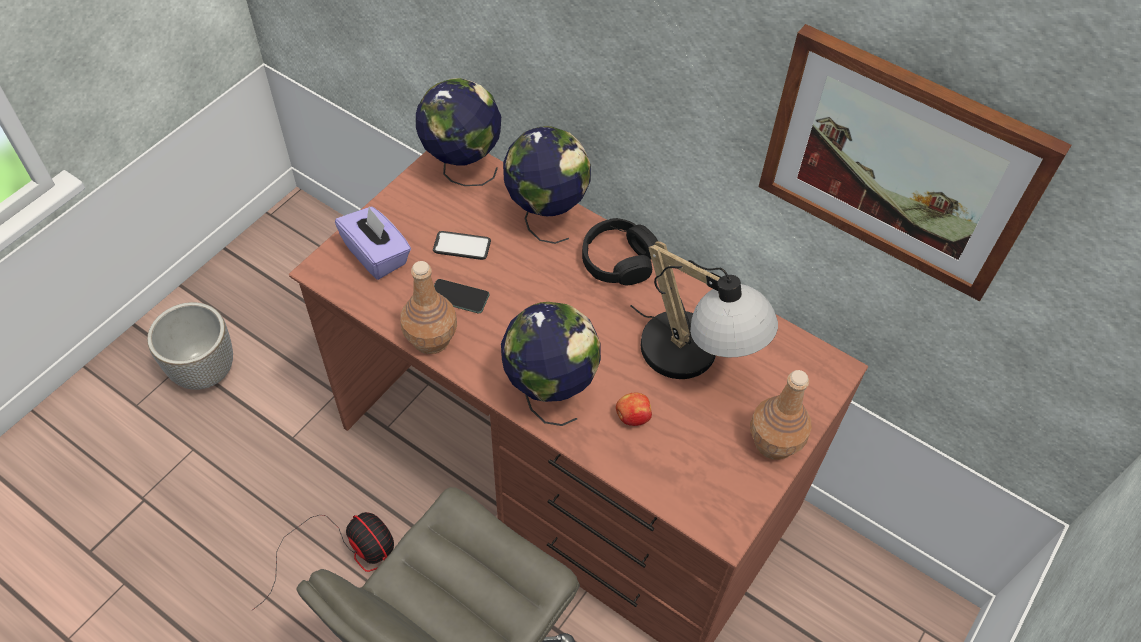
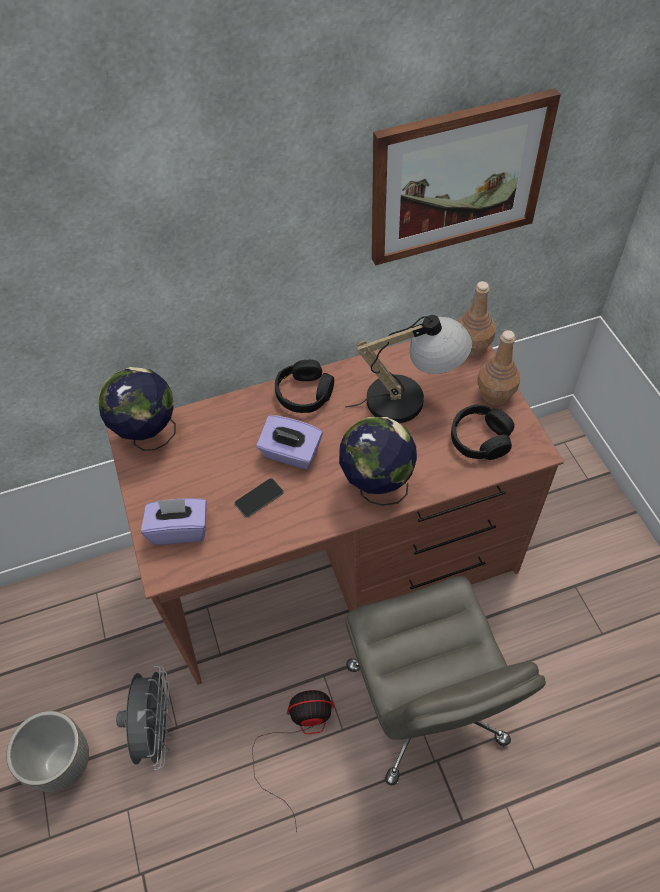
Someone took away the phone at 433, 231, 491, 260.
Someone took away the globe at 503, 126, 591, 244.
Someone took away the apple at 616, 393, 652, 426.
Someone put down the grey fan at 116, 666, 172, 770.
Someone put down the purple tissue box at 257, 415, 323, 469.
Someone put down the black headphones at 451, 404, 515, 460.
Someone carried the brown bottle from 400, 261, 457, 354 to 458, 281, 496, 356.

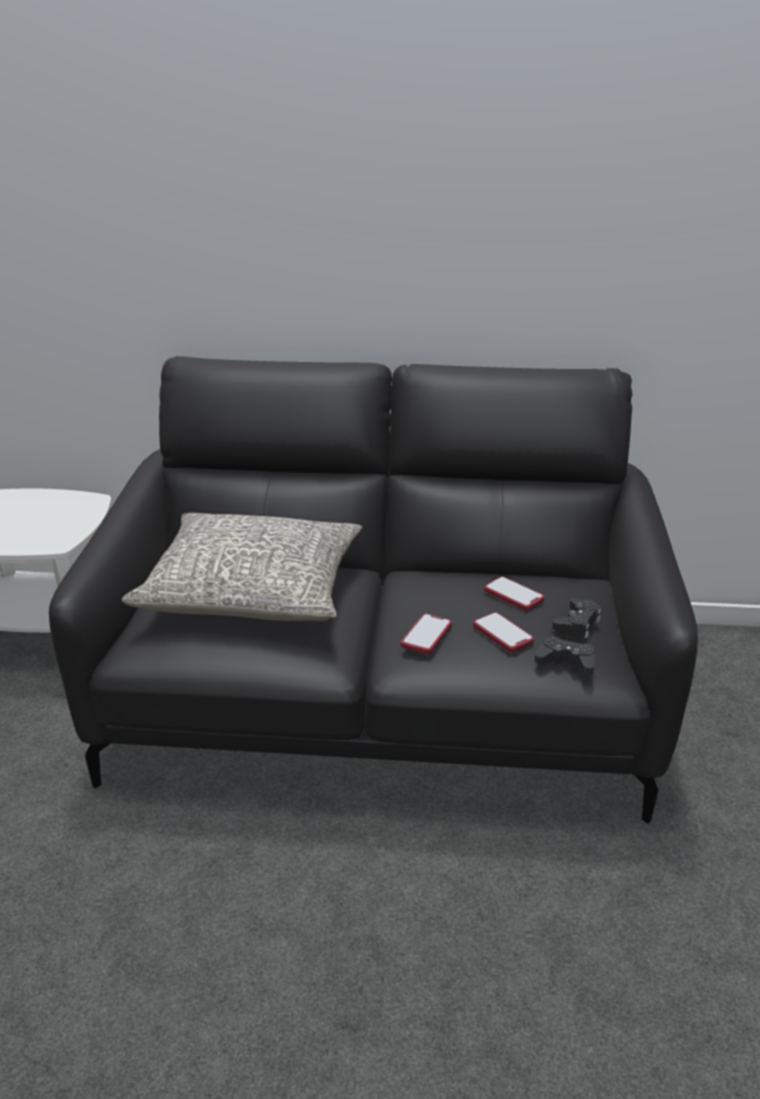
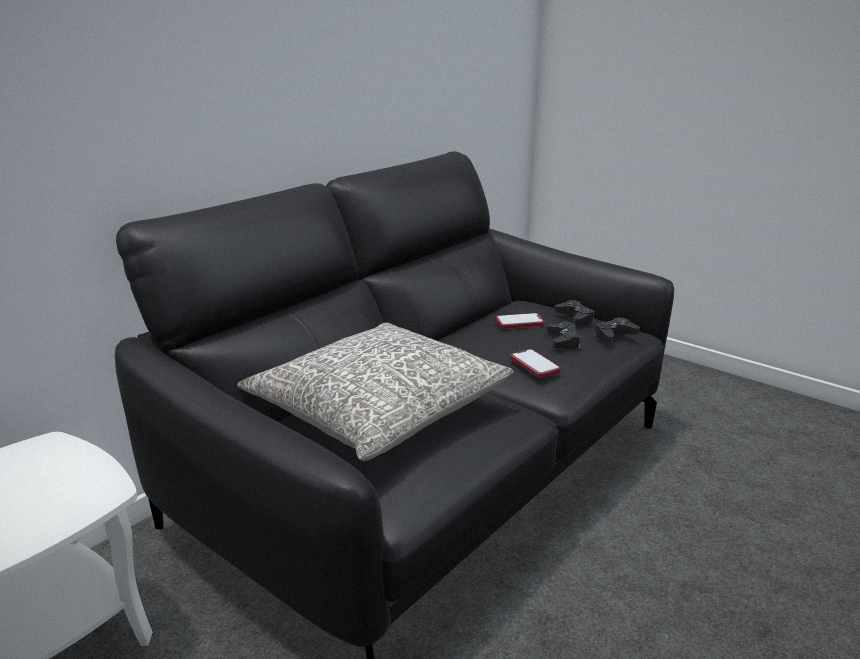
Someone swapped the phone at 473, 612, 534, 653 for the black game controller at 547, 322, 581, 349.

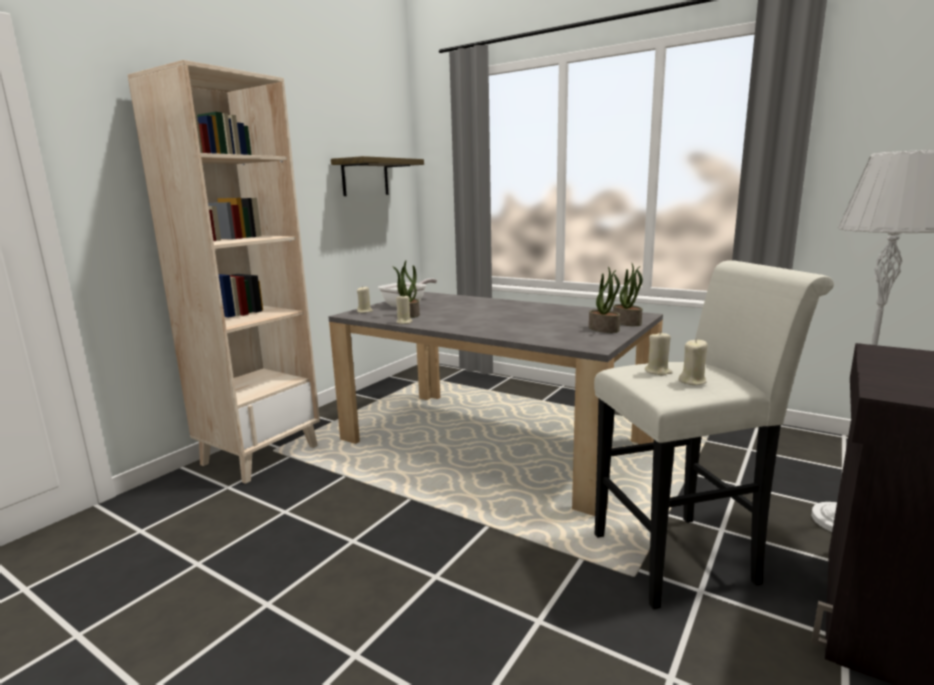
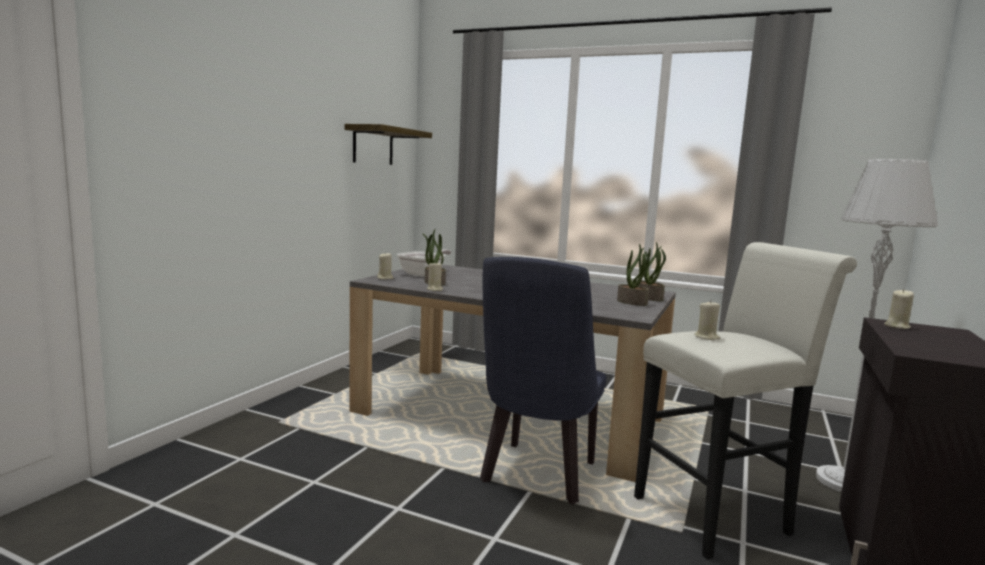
Someone took away the beige bookcase at 127, 60, 320, 484.
Someone put down the blue chair at 480, 257, 606, 504.
Someone carried the beige candle from 678, 339, 708, 385 to 884, 289, 914, 329.

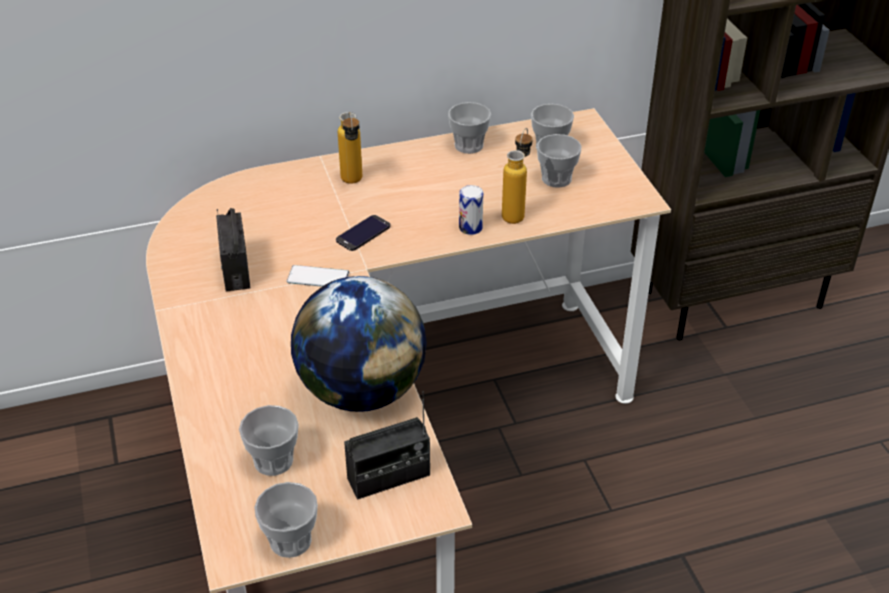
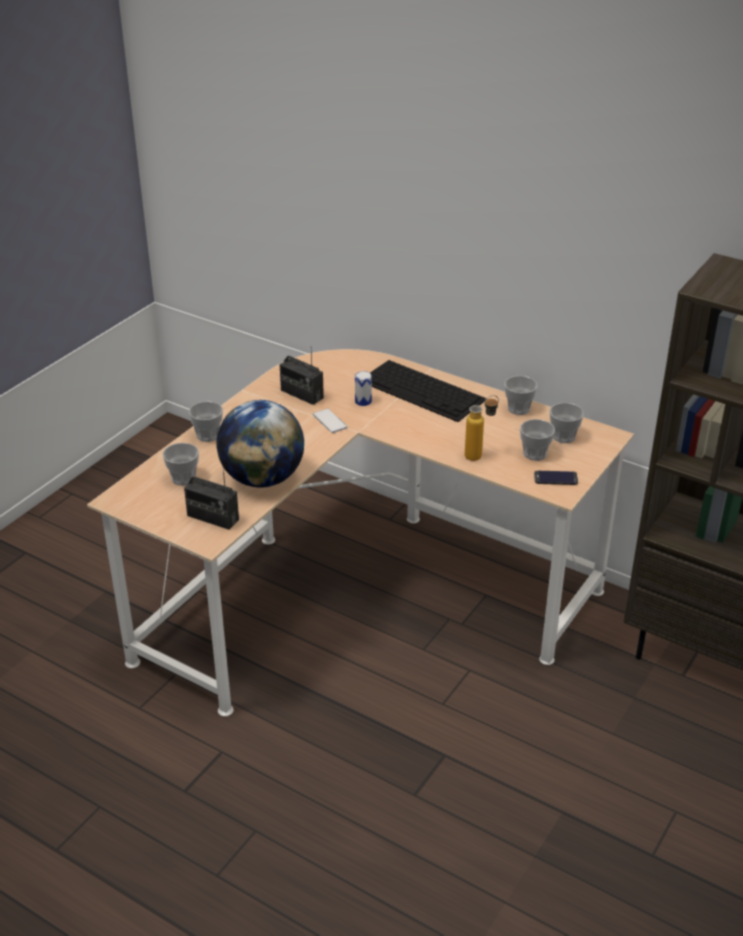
Someone carried the cup from 254, 482, 318, 558 to 189, 401, 223, 442.
Someone carried the phone from 336, 215, 391, 251 to 534, 471, 578, 485.
Someone carried the can from 459, 185, 483, 235 to 355, 371, 372, 406.
Someone swapped the bottle at 338, 112, 362, 184 for the keyboard at 370, 360, 486, 422.
Someone rotated the radio at 216, 208, 251, 291 by 90 degrees counterclockwise.

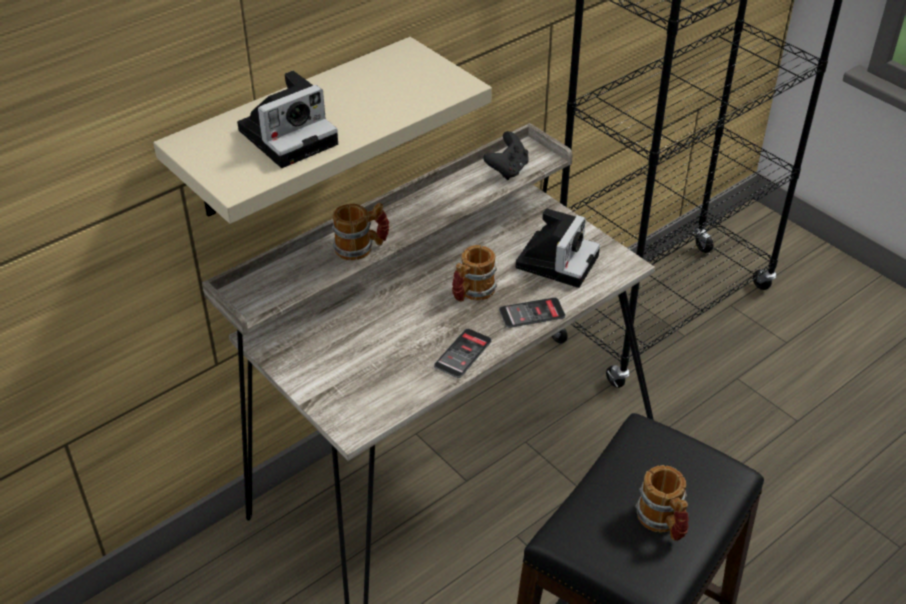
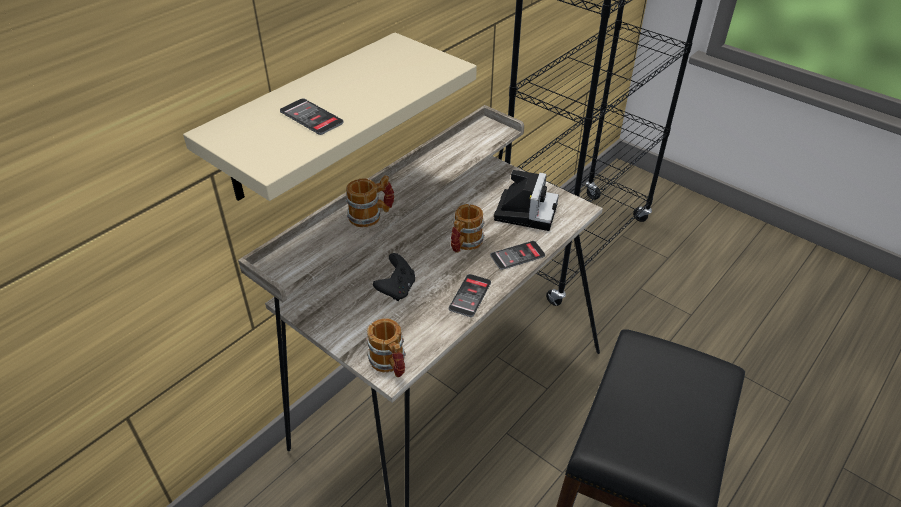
Someone carried the black game controller from 483, 131, 529, 180 to 373, 253, 415, 301.
Someone carried the mug from 635, 465, 689, 541 to 366, 318, 406, 377.
Someone swapped the photo camera at 237, 71, 338, 168 for the phone at 280, 99, 344, 135.

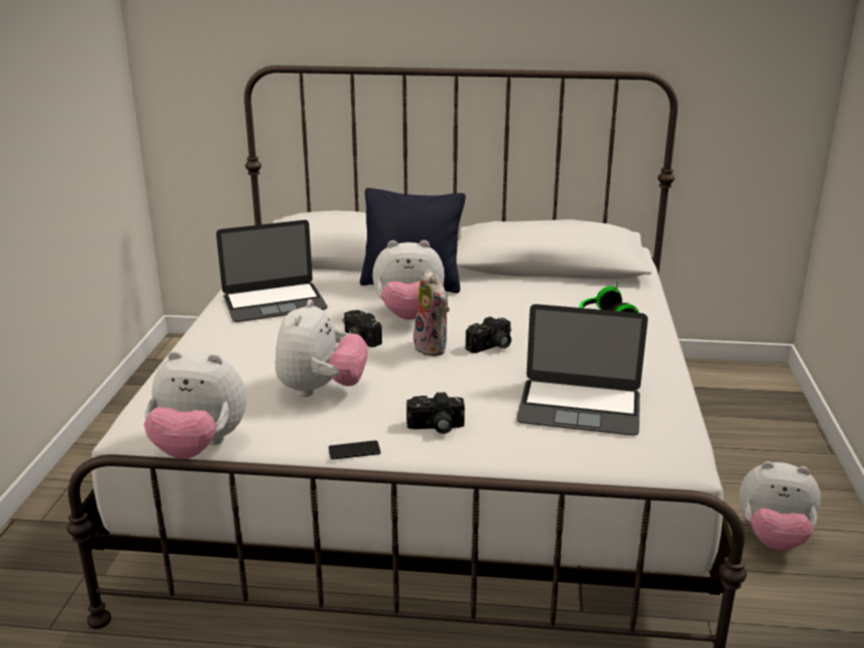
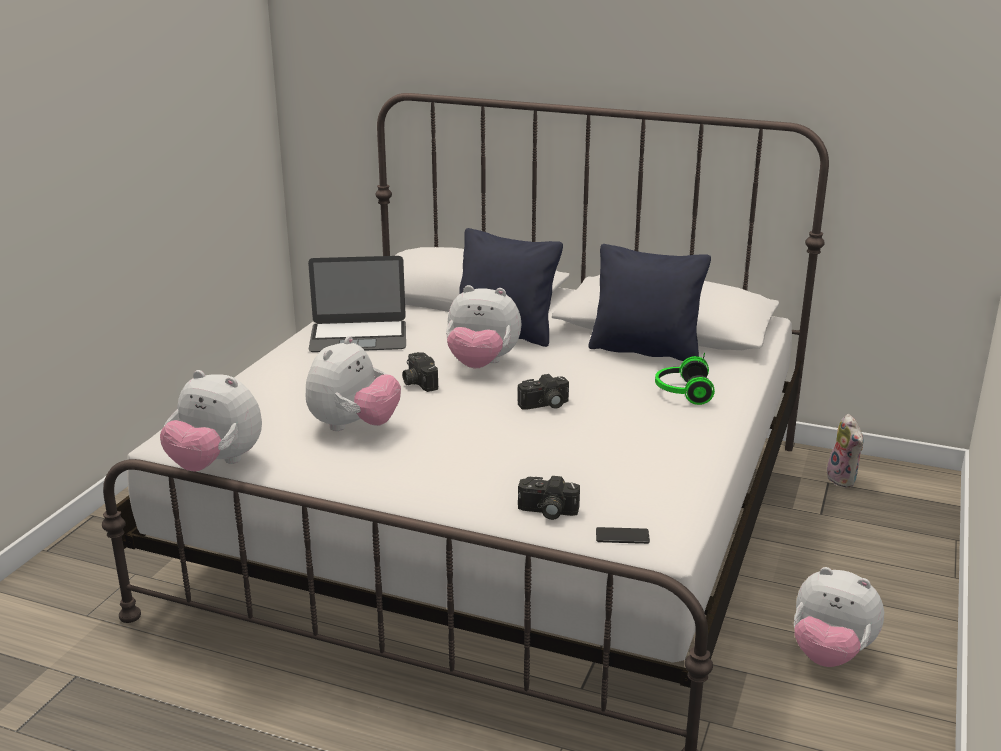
Someone took away the laptop at 516, 304, 648, 436.
Someone put down the black pillow at 588, 244, 711, 361.
Someone carried the phone from 328, 440, 381, 460 to 596, 527, 650, 544.
Someone carried the photo camera from 406, 392, 465, 434 to 518, 476, 580, 520.
Someone carried the plush toy from 413, 269, 450, 356 to 827, 414, 864, 488.

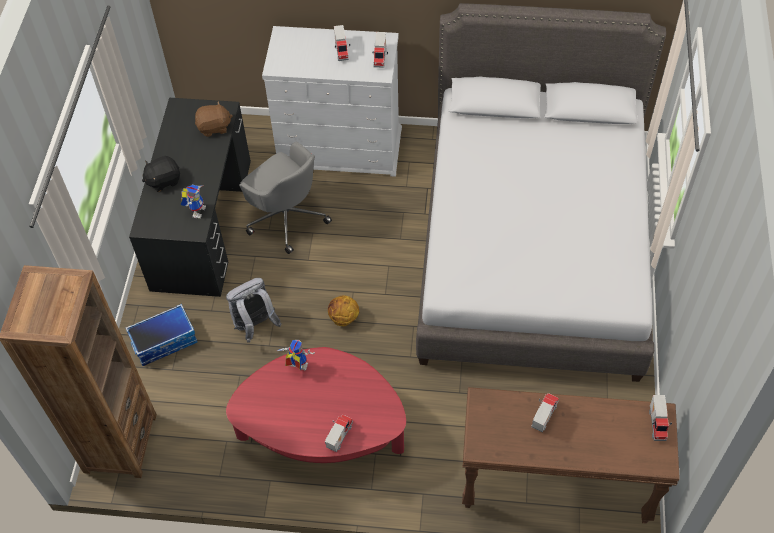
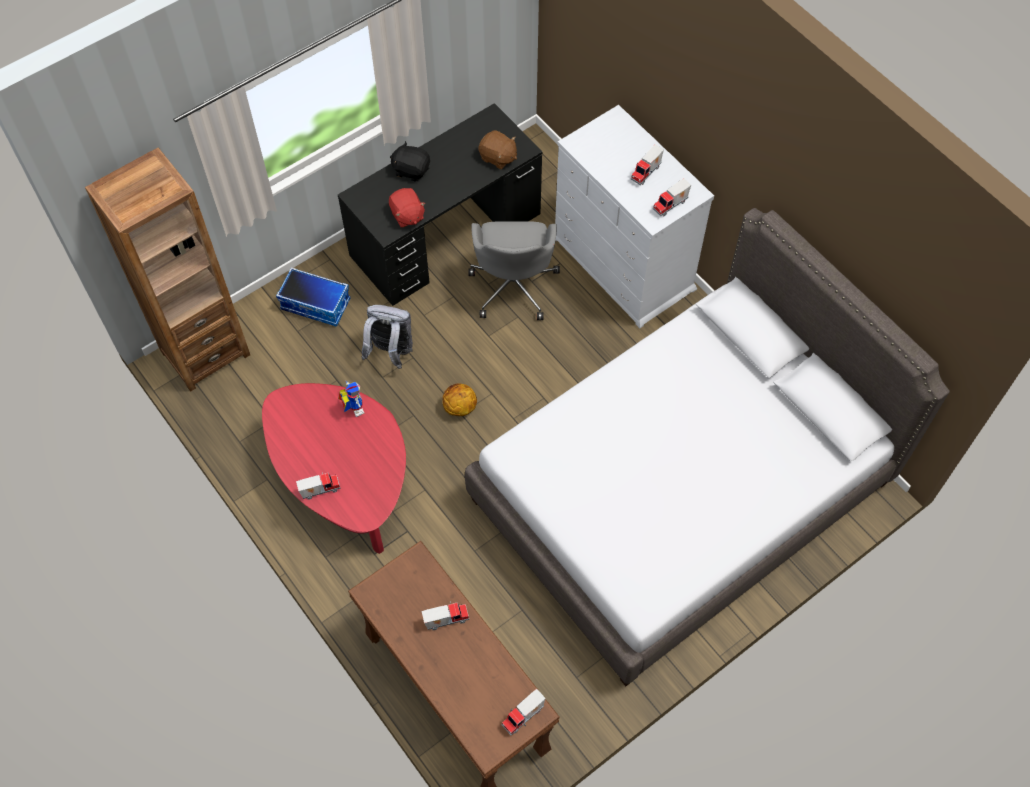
Someone swapped the toy robot at 181, 185, 206, 219 for the red plush toy at 389, 188, 426, 228.

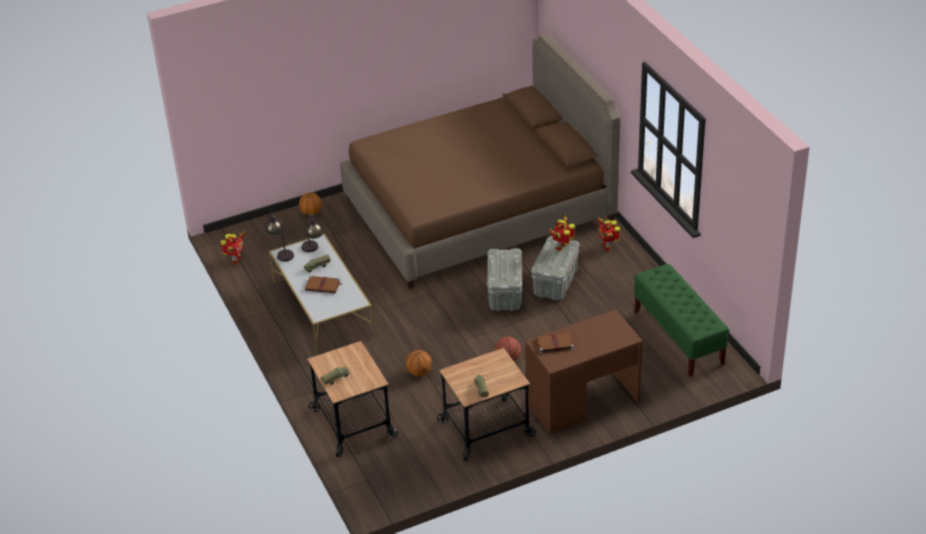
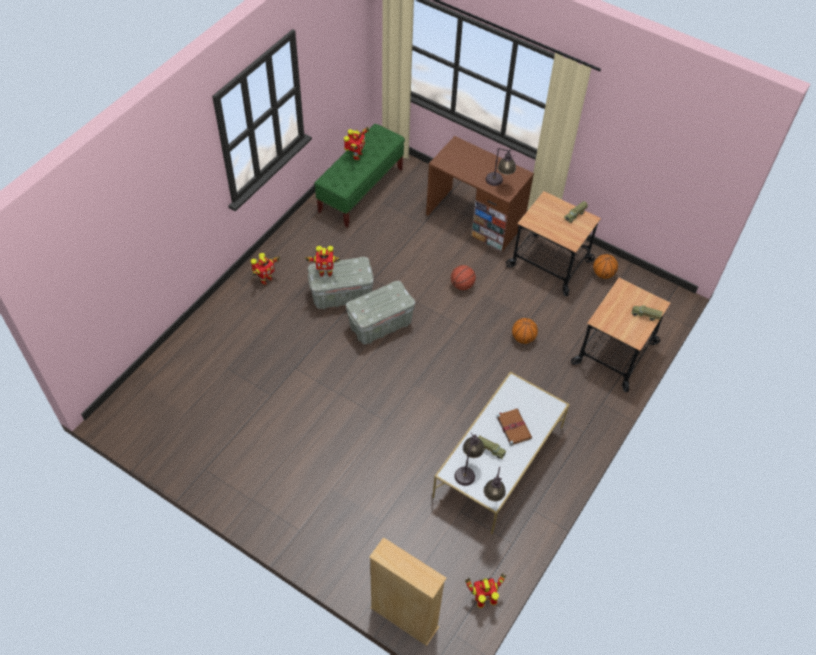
Someone took away the brown bed at 340, 33, 621, 289.
Someone put down the toy robot at 344, 127, 369, 160.
Someone put down the beige bookcase at 369, 537, 447, 646.
Someone carried the basketball from 299, 193, 322, 216 to 593, 254, 618, 279.
Someone swapped the brown book at 536, 332, 574, 354 for the table lamp at 486, 148, 516, 186.

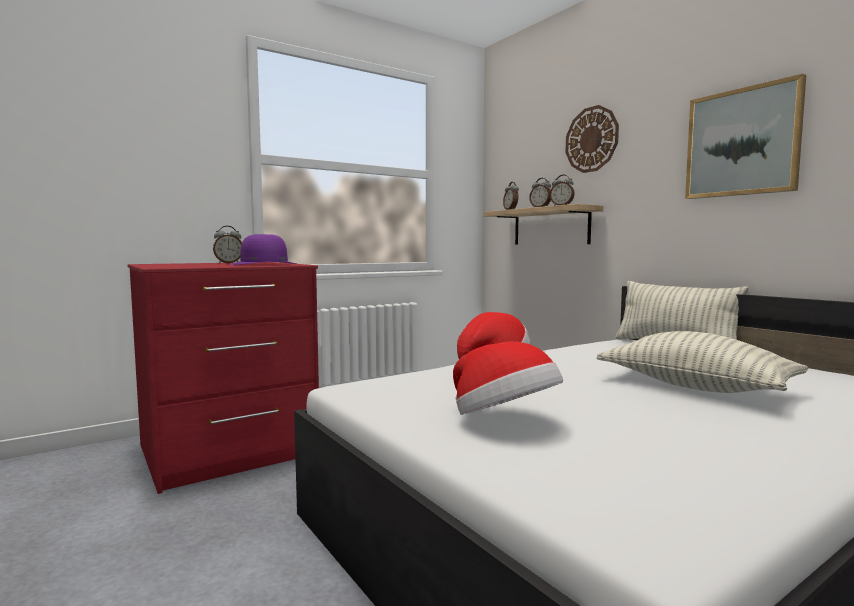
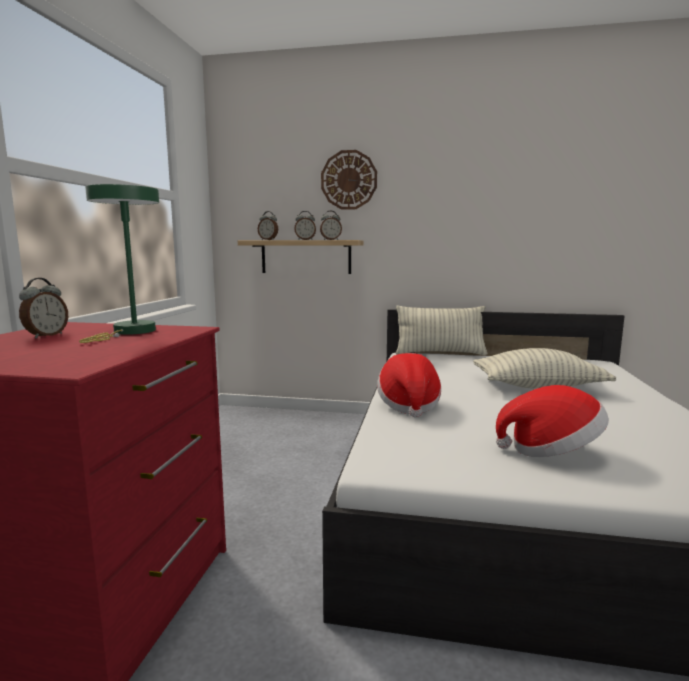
Someone took away the picture at 685, 74, 806, 199.
Someone swapped the purple hat at 230, 234, 297, 265 for the green table lamp at 79, 184, 159, 343.

